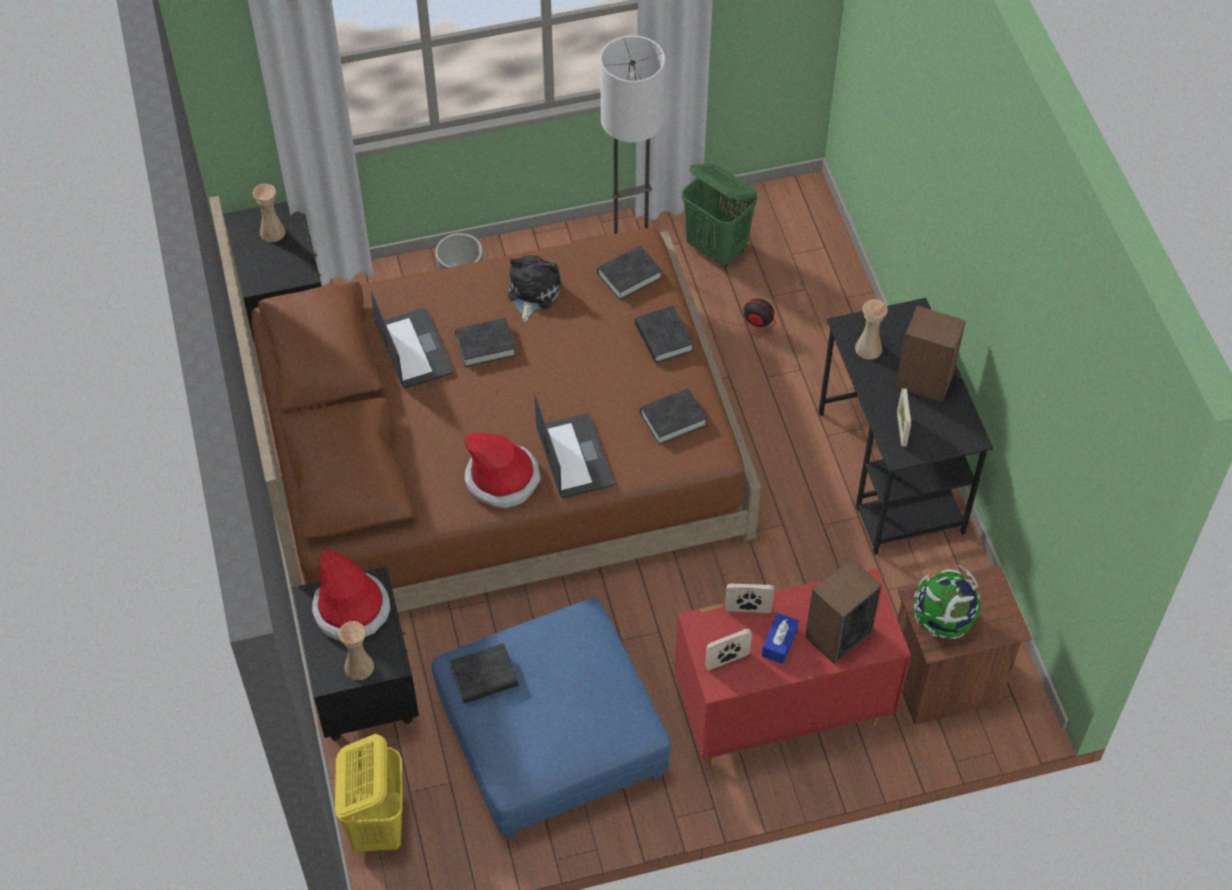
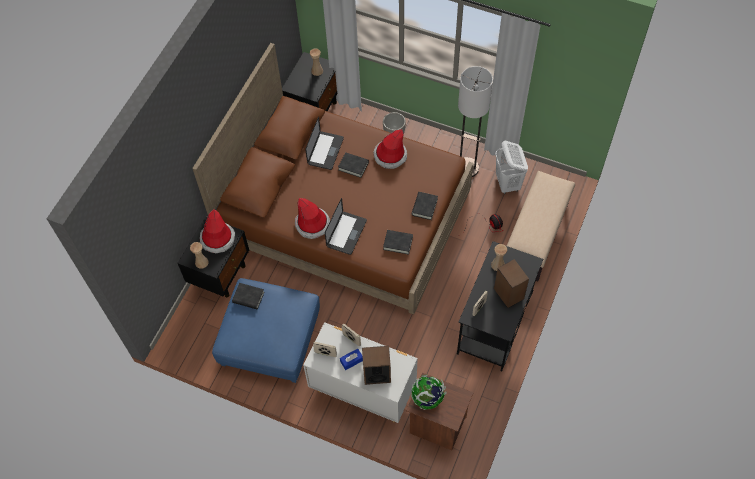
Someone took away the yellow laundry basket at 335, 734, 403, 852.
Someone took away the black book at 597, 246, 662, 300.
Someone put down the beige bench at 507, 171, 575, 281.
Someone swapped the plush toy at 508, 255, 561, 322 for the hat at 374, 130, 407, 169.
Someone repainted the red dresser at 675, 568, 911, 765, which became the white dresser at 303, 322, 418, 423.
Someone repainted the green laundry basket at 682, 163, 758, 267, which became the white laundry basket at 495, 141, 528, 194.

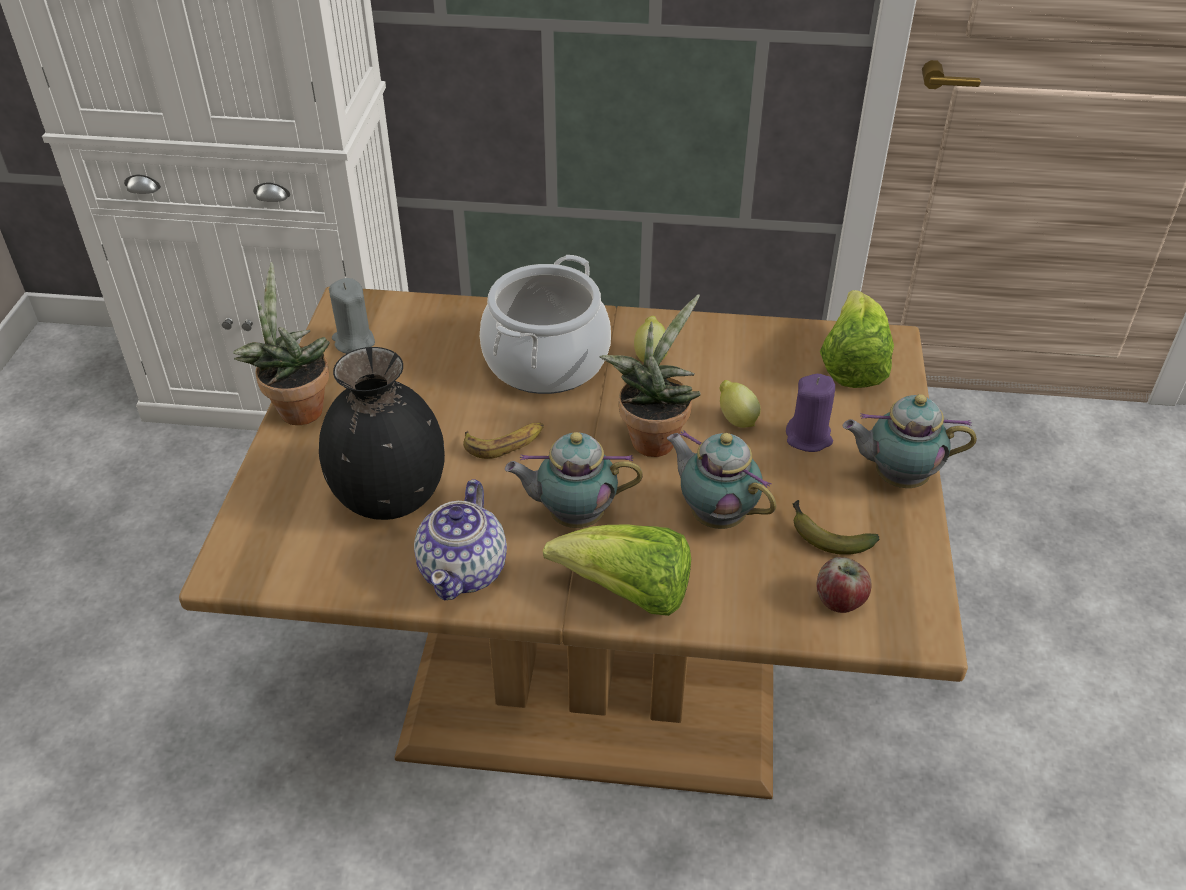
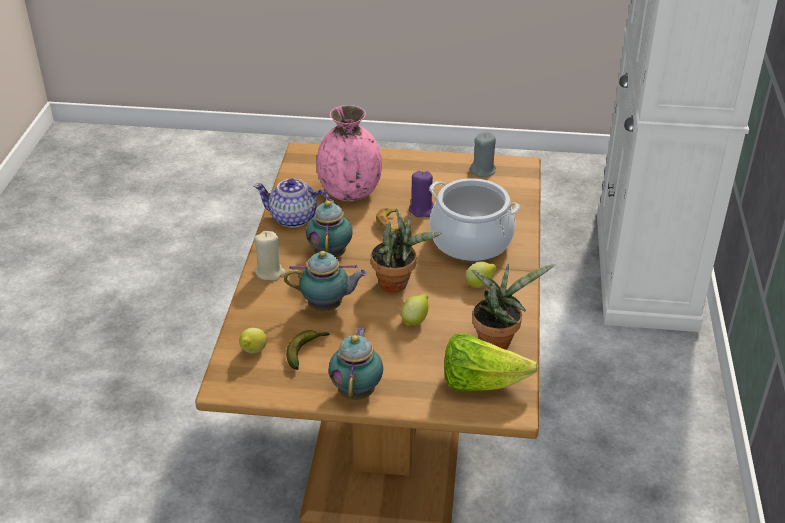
Someone carried the potted plant from 233, 262, 330, 425 to 471, 264, 555, 350.
Someone carried the purple candle from 786, 374, 835, 452 to 409, 171, 434, 218.
Someone swapped the lettuce at 543, 524, 691, 616 for the beige candle at 254, 231, 286, 281.
Someone swapped the apple at 817, 557, 872, 613 for the lemon at 239, 328, 267, 353.
Someone repainted the black vase at 319, 347, 445, 520, which became the pink vase at 316, 105, 382, 201.
Someone rotated the teapot at 667, 430, 776, 529 by 45 degrees clockwise.

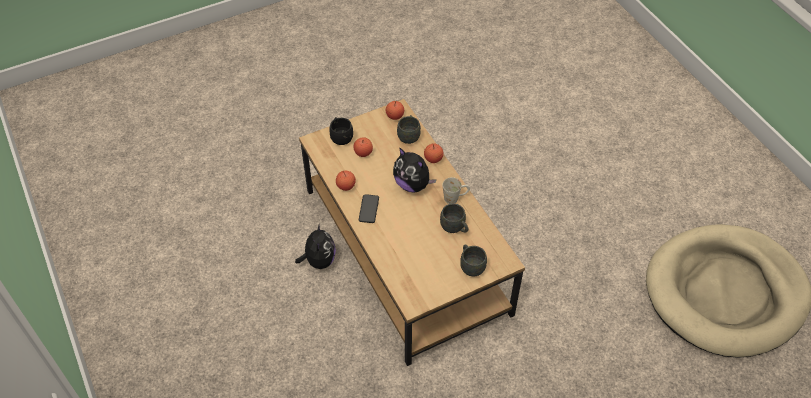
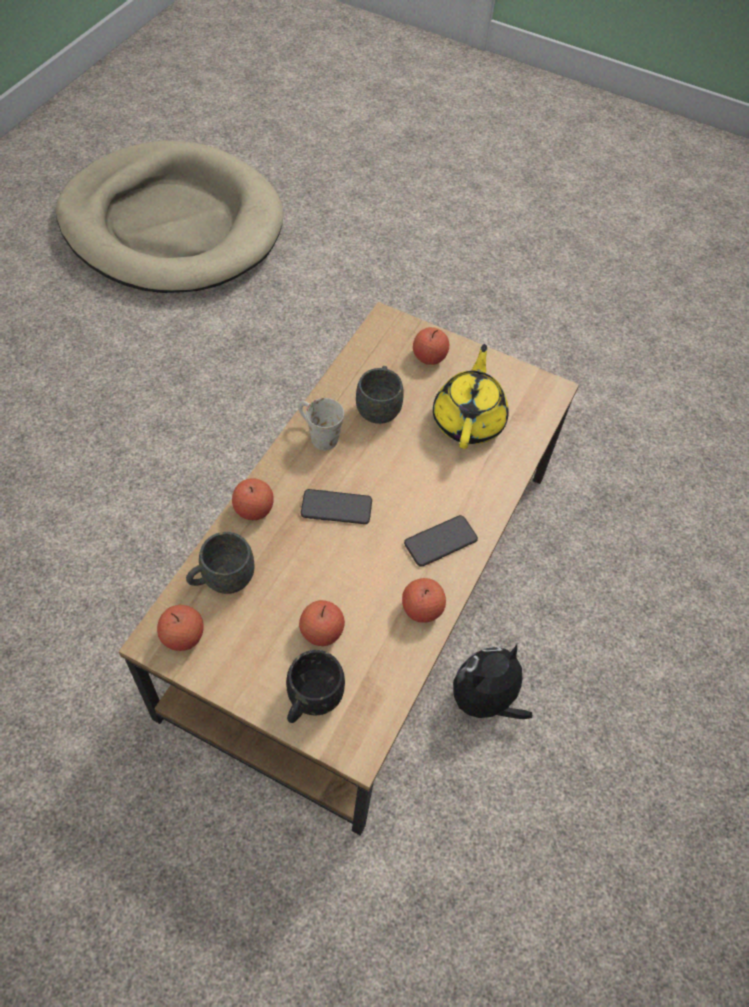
Someone put down the yellow teapot at 433, 344, 509, 449.
Someone swapped the plush toy at 393, 147, 436, 193 for the phone at 301, 489, 372, 524.
Someone swapped the grey mug at 460, 245, 487, 276 for the apple at 413, 327, 449, 365.

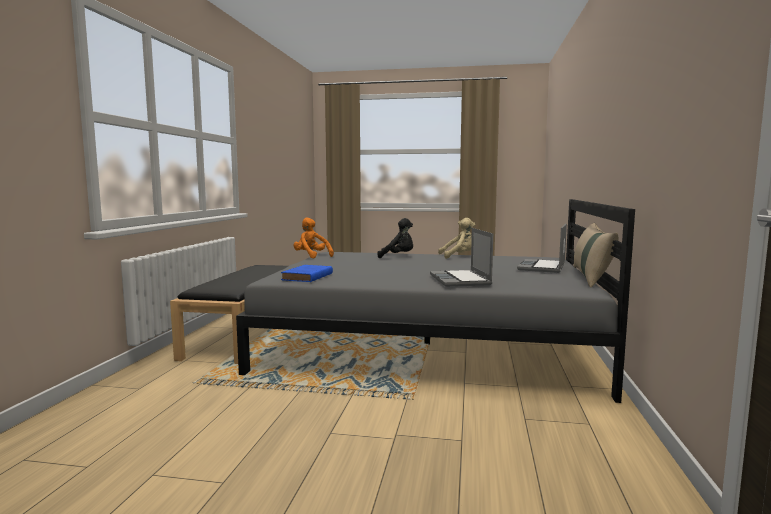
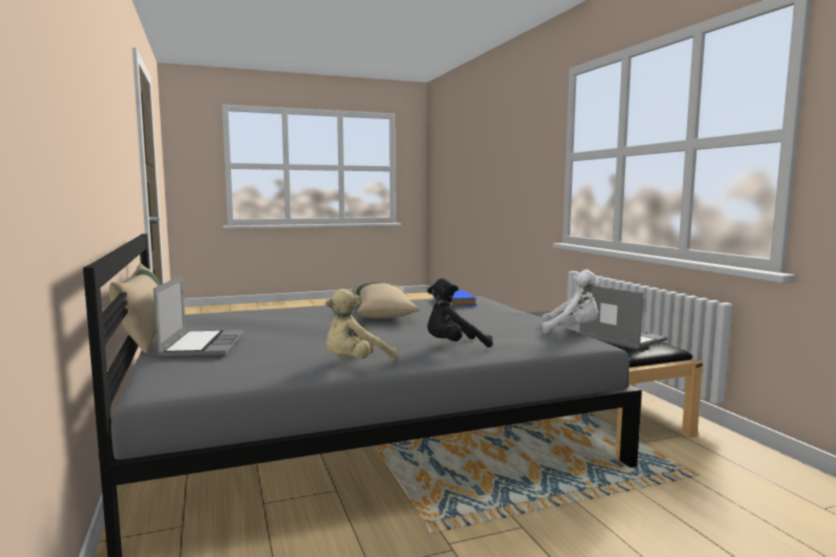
Someone put down the beige pillow at 352, 282, 420, 319.
Someone carried the laptop from 430, 228, 493, 287 to 579, 286, 667, 350.
Someone repainted the orange plush toy at 293, 217, 334, 258, which became the white plush toy at 542, 270, 600, 334.

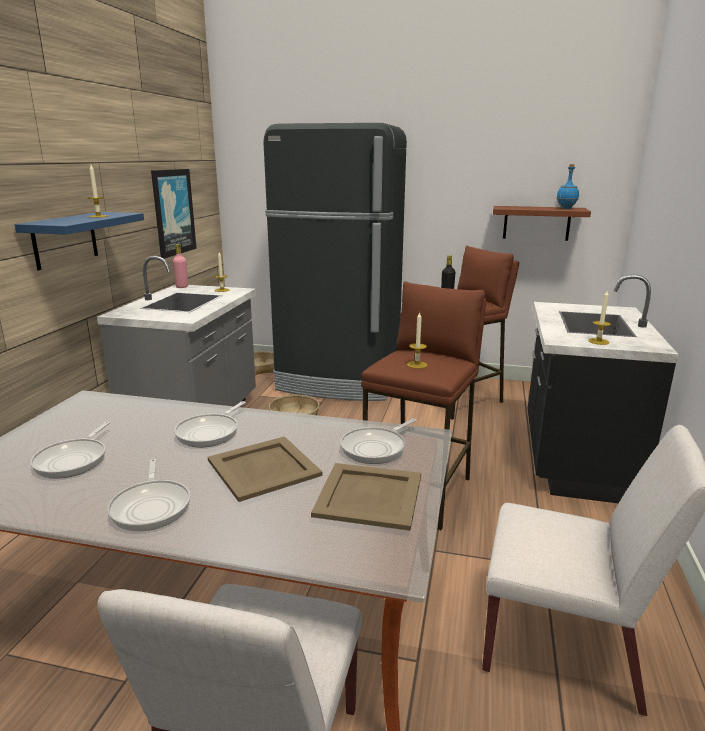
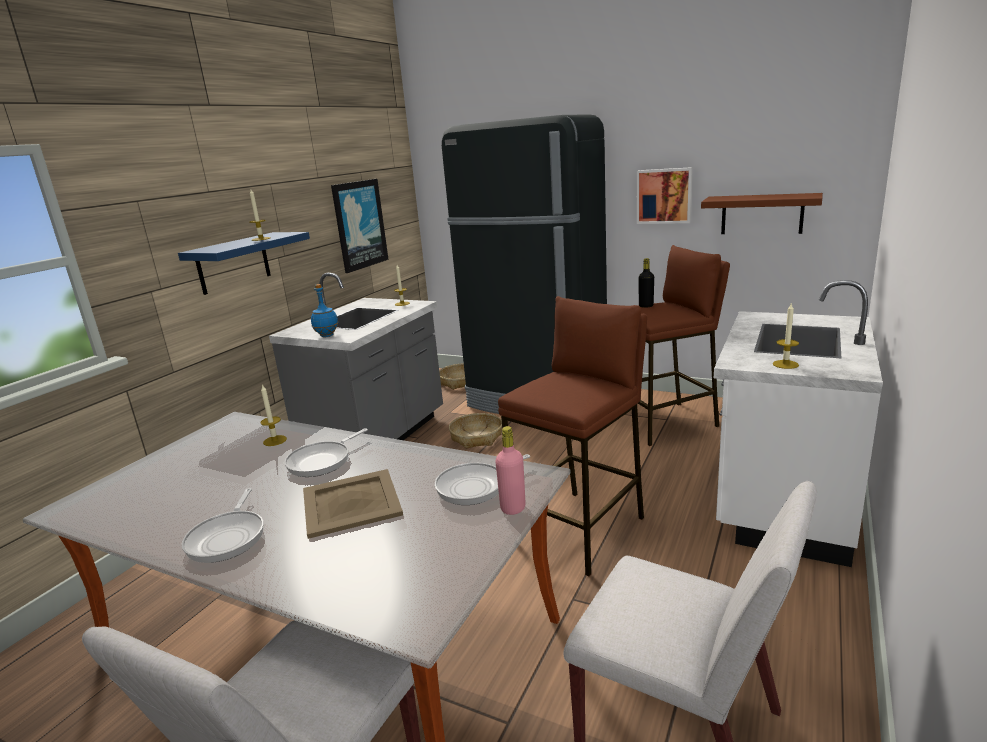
Someone took away the frying pan at 30, 422, 110, 479.
Someone took away the beige tray at 311, 463, 421, 530.
Someone put up the picture at 637, 167, 693, 224.
Someone carried the pink bottle from 173, 244, 188, 288 to 495, 426, 526, 515.
Someone carried the candle from 407, 311, 427, 369 to 260, 384, 287, 446.
Someone carried the blue bottle from 557, 164, 579, 209 to 311, 284, 338, 337.
Someone repainted the black counter at 528, 275, 679, 503, which became the white counter at 714, 280, 883, 567.

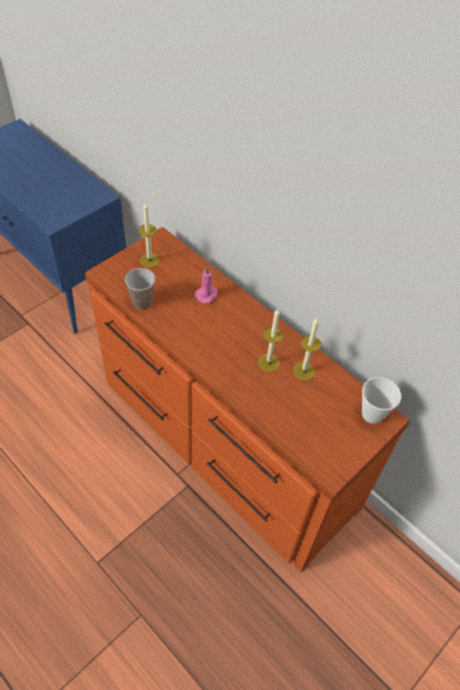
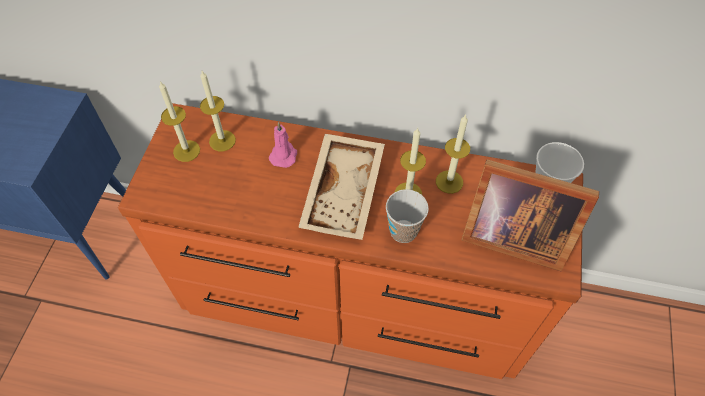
Someone put down the candle at 200, 71, 236, 151.
Someone put down the beige tray at 298, 134, 385, 240.
Someone put down the picture frame at 461, 159, 599, 271.
Someone carried the cup from 125, 268, 155, 309 to 386, 189, 429, 243.

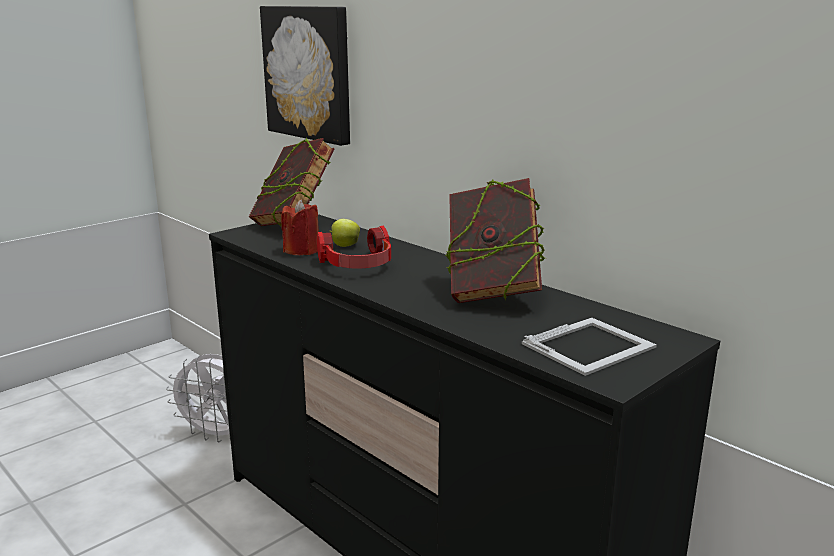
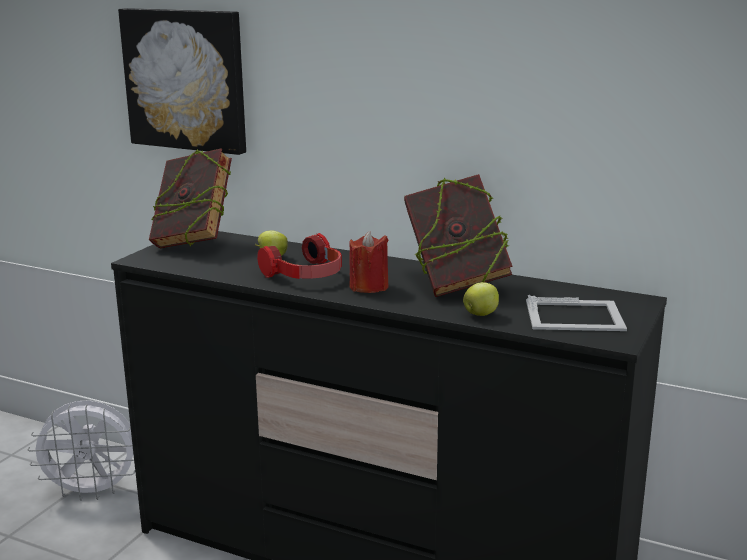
Someone put down the apple at 463, 282, 499, 316.
Someone carried the red candle from 281, 199, 319, 255 to 349, 231, 389, 293.
Someone rotated the picture frame at 522, 318, 657, 376 by 60 degrees clockwise.

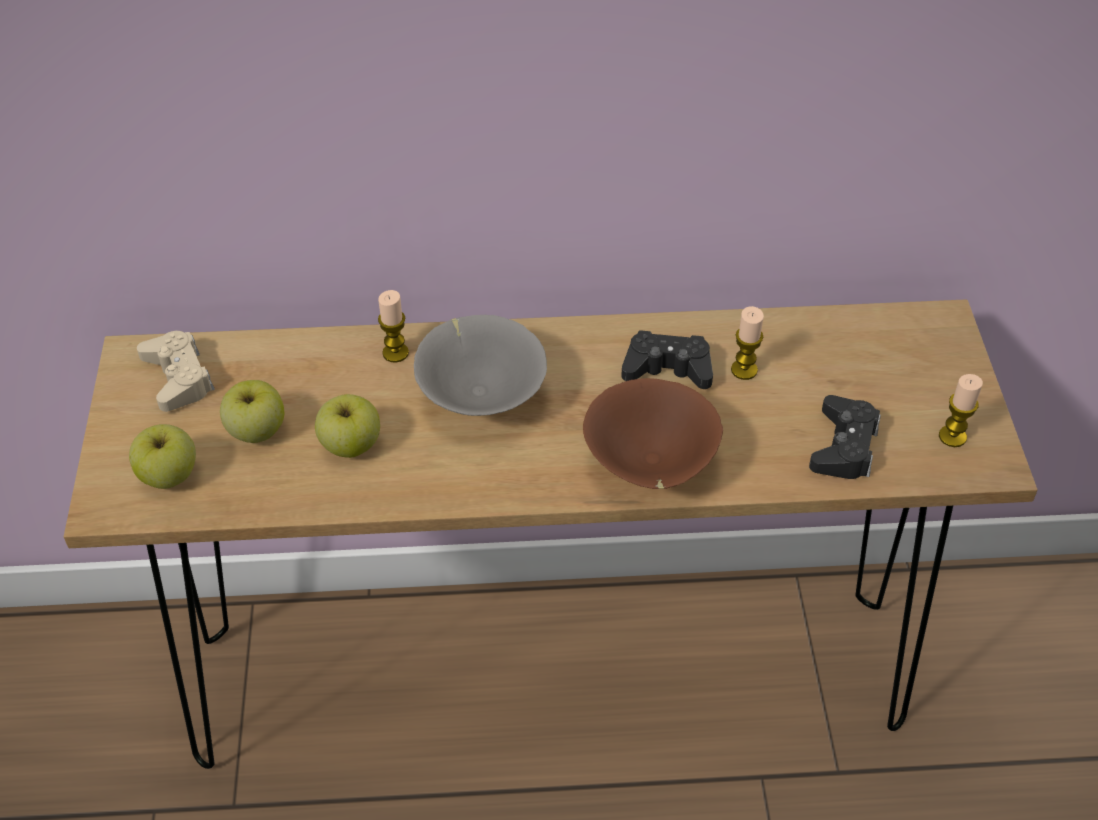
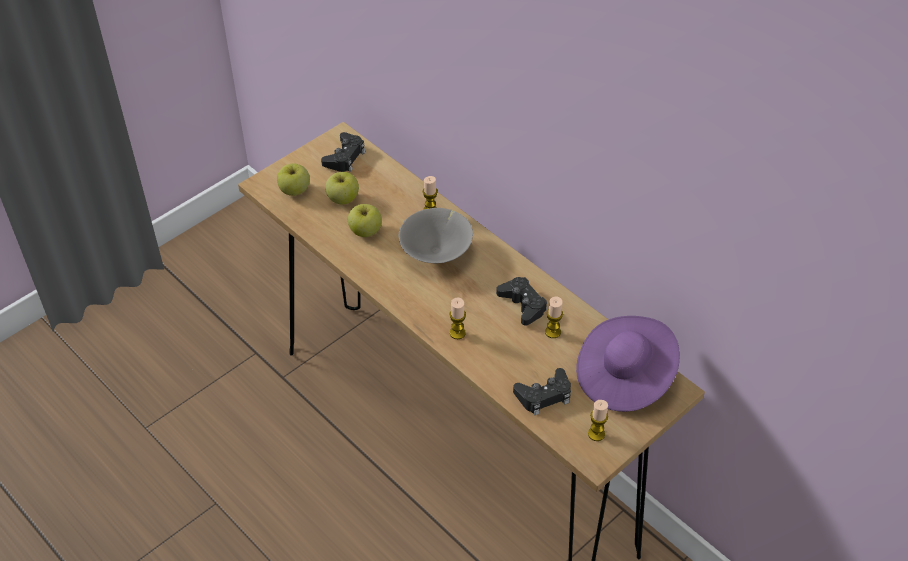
Someone put down the purple hat at 576, 316, 680, 412.
Someone swapped the brown bowl at 583, 378, 723, 489 for the candle at 449, 297, 466, 339.
Someone repainted the beige game controller at 137, 331, 215, 412, which became the black game controller at 321, 132, 365, 172.

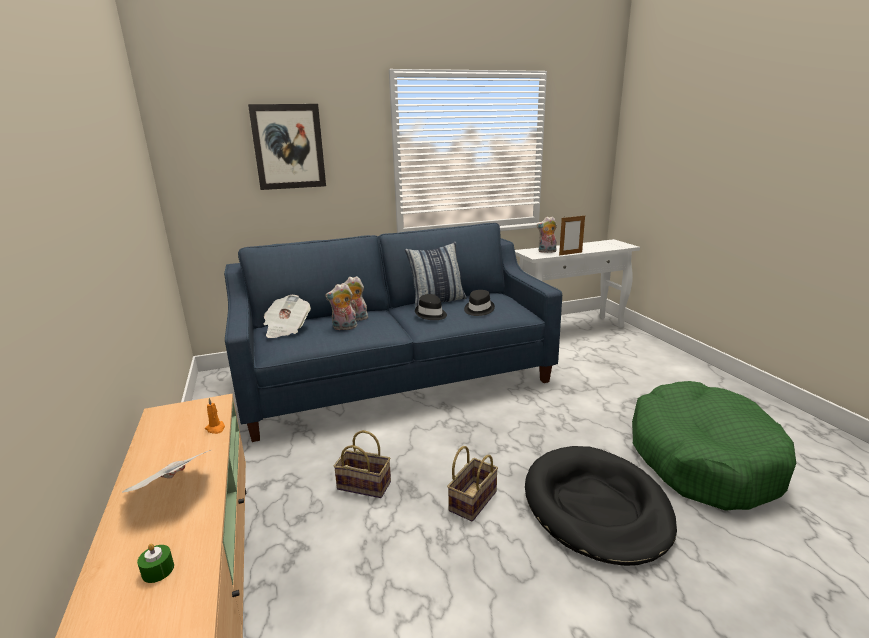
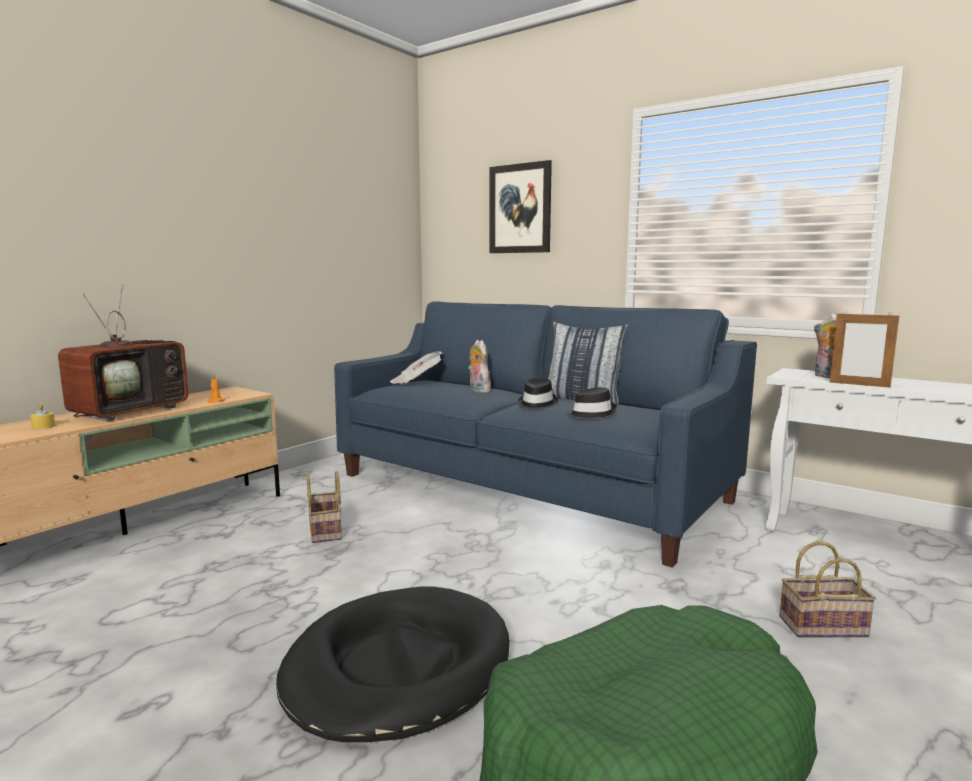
Someone took away the plush toy at 325, 283, 357, 330.
Someone carried the basket from 447, 446, 498, 522 to 780, 541, 876, 638.
Someone swapped the newspaper at 122, 450, 211, 493 for the television at 58, 284, 188, 421.
Someone repainted the green candle at 137, 544, 174, 583, which became the yellow candle at 30, 404, 55, 429.

